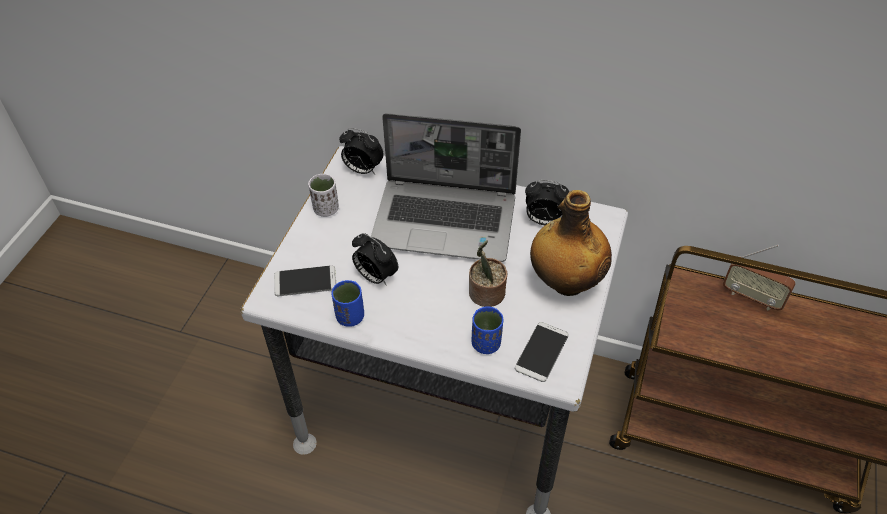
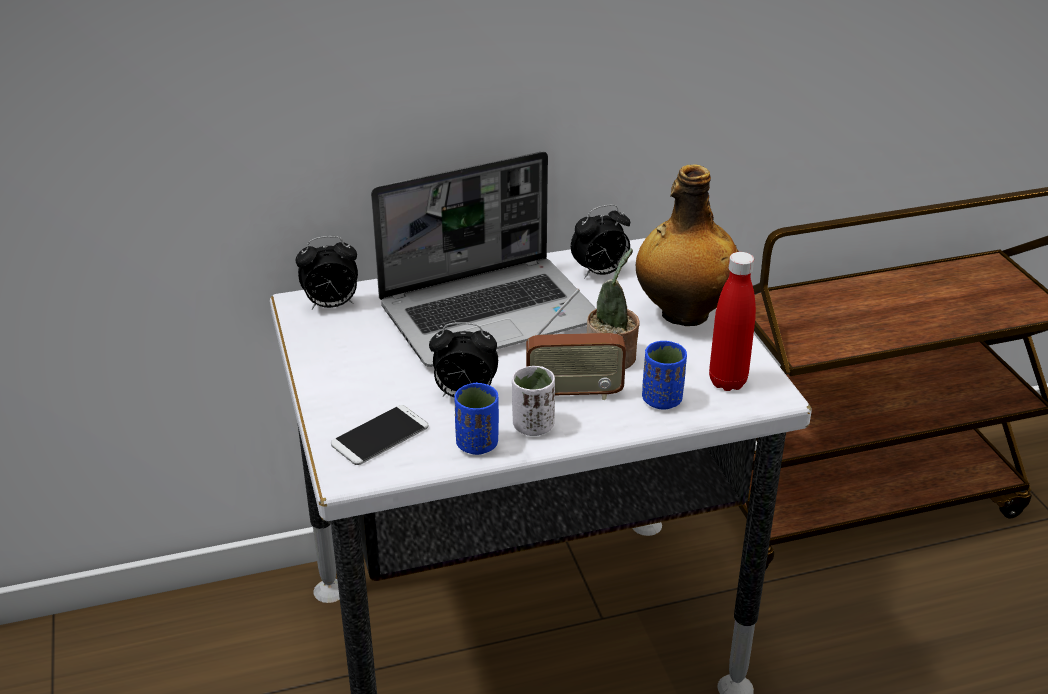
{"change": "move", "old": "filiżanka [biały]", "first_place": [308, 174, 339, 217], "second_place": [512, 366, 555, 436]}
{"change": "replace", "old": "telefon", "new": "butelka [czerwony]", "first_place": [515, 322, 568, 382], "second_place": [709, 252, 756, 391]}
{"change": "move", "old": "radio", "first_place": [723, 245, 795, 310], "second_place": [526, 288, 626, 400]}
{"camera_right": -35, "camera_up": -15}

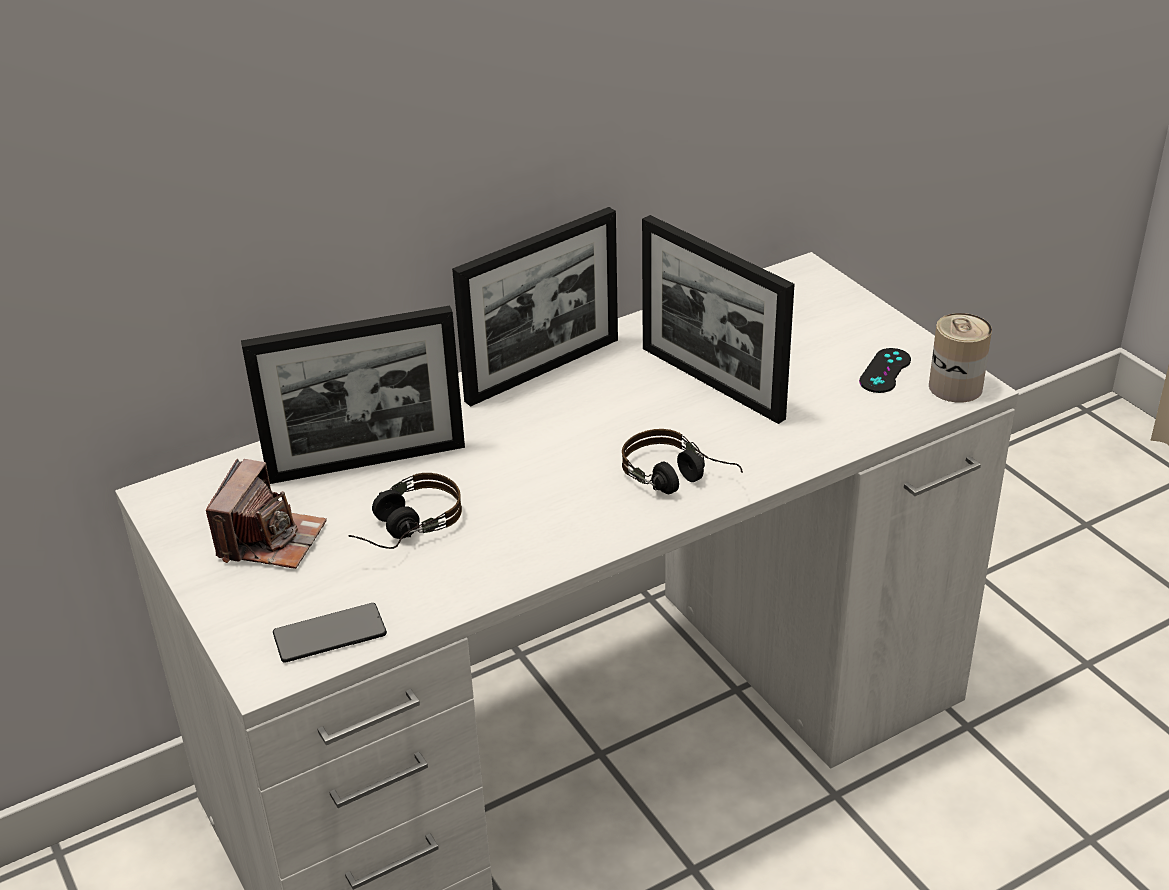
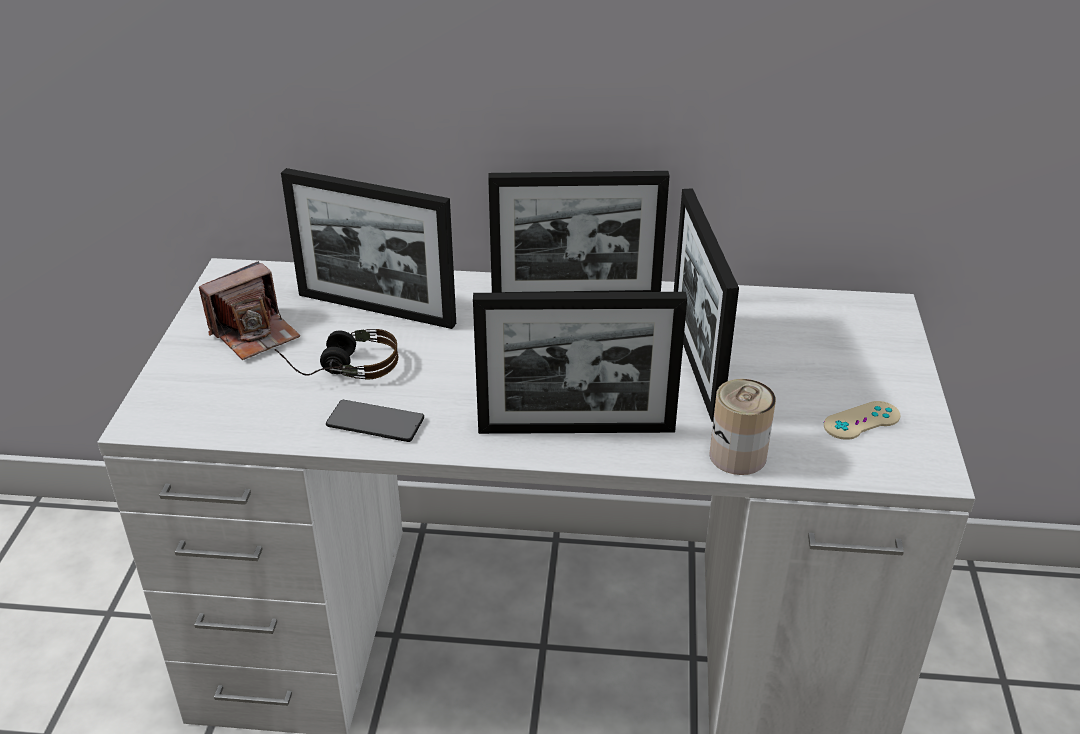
{"change": "move", "old": "telefon", "first_place": [273, 603, 387, 663], "second_place": [326, 400, 424, 442]}
{"change": "replace", "old": "słuchawki", "new": "ramka na zdjęcie", "first_place": [622, 429, 743, 494], "second_place": [473, 292, 687, 434]}
{"change": "recolor", "old": "pad do gier [czarny]", "new": "pad do gier [beżowy]", "first_place": [859, 348, 911, 393], "second_place": [824, 401, 900, 440]}
{"change": "move", "old": "puszka", "first_place": [929, 313, 992, 403], "second_place": [709, 379, 776, 475]}
{"camera_right": 35, "camera_up": 0}

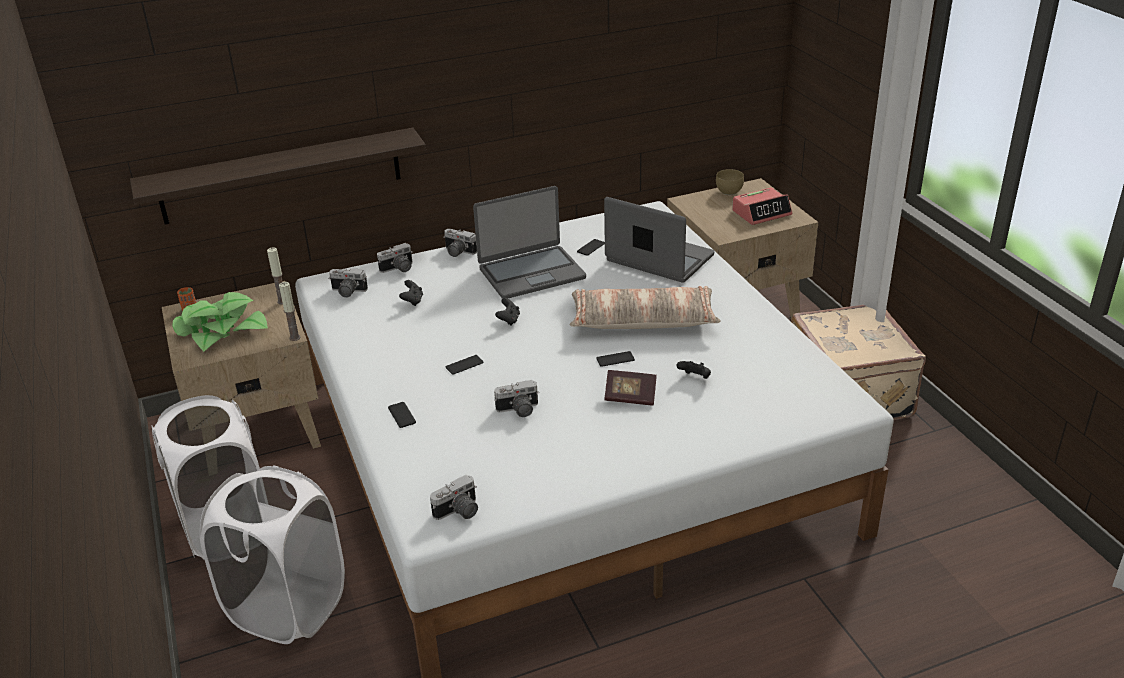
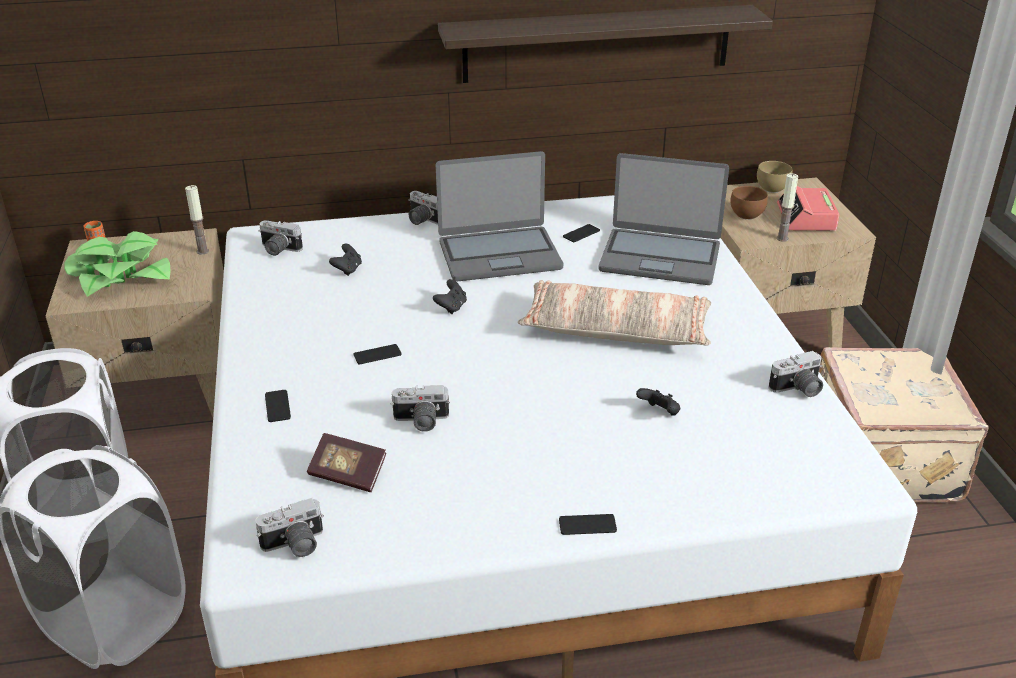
{"change": "move", "old": "półka", "first_place": [130, 128, 426, 225], "second_place": [438, 5, 773, 83]}
{"change": "move", "old": "świeca", "first_place": [279, 282, 300, 341], "second_place": [776, 173, 798, 242]}
{"change": "move", "old": "aparat fotograficzny", "first_place": [377, 243, 413, 273], "second_place": [769, 351, 823, 397]}
{"change": "move", "old": "telefon", "first_place": [596, 351, 635, 367], "second_place": [559, 514, 617, 535]}
{"change": "rotate", "old": "laptop", "first_place": [604, 197, 714, 283], "second_place": [599, 153, 729, 285], "degrees": 150}
{"change": "move", "old": "książka", "first_place": [604, 370, 657, 406], "second_place": [307, 433, 386, 492]}
{"change": "rotate", "old": "budzik", "first_place": [732, 187, 792, 225], "second_place": [777, 186, 840, 231], "degrees": 105}
{"change": "insert", "new": "miska [brązowy]", "second_place": [730, 186, 768, 220]}
{"camera_right": 10, "camera_up": 0}

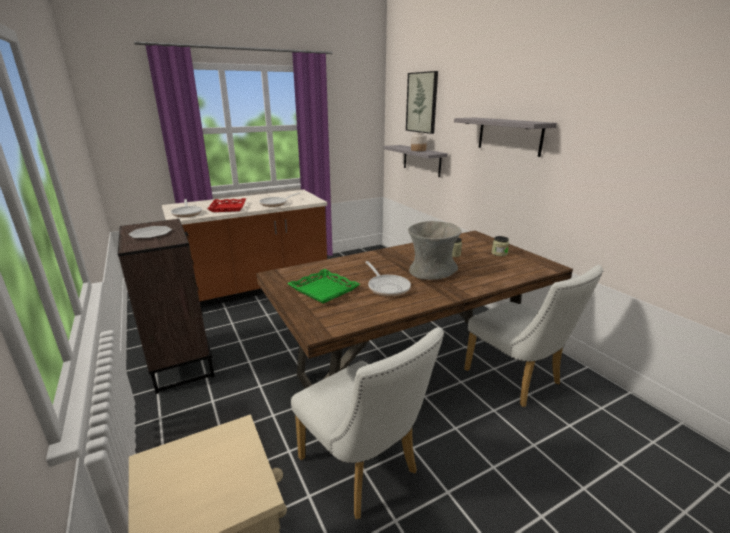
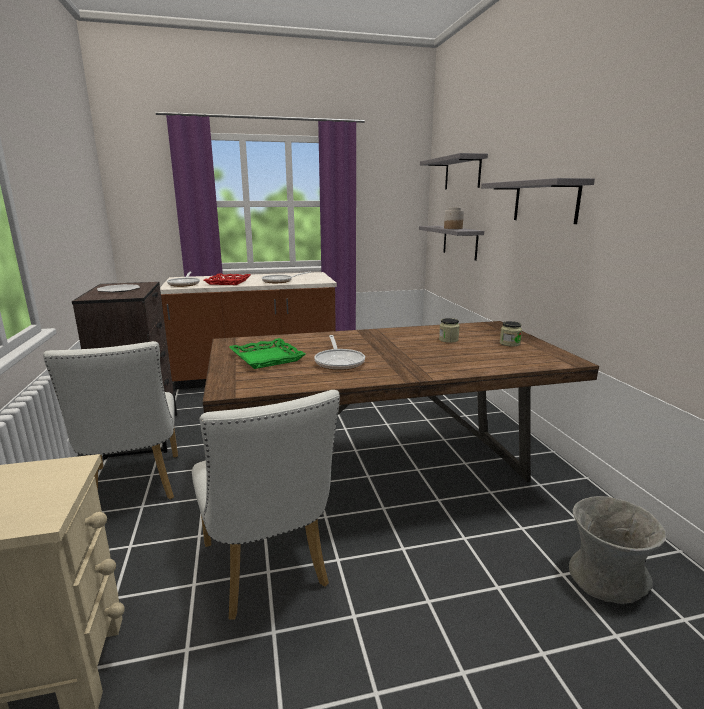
{"change": "replace", "old": "obraz", "new": "półka [szary]", "first_place": [406, 71, 438, 134], "second_place": [420, 153, 488, 190]}
{"change": "move", "old": "wazon [szary]", "first_place": [408, 221, 462, 280], "second_place": [569, 496, 666, 604]}
{"change": "move", "old": "krzesło [biały]", "first_place": [464, 265, 603, 407], "second_place": [43, 341, 178, 499]}
{"camera_right": 15, "camera_up": -5}

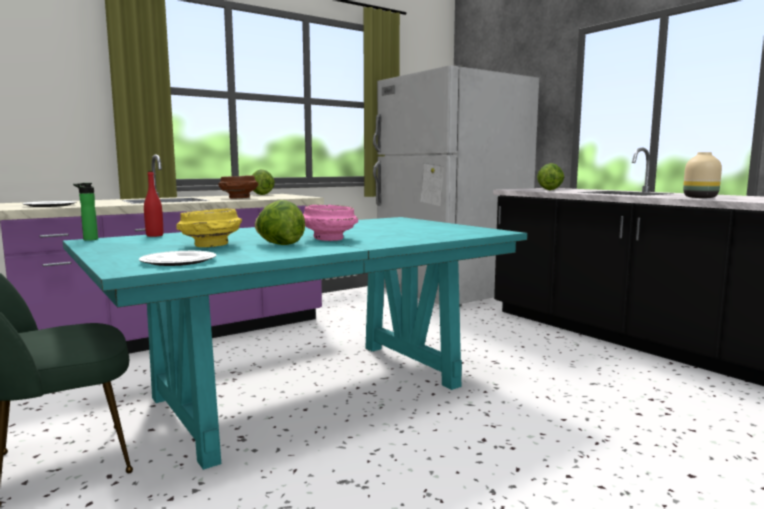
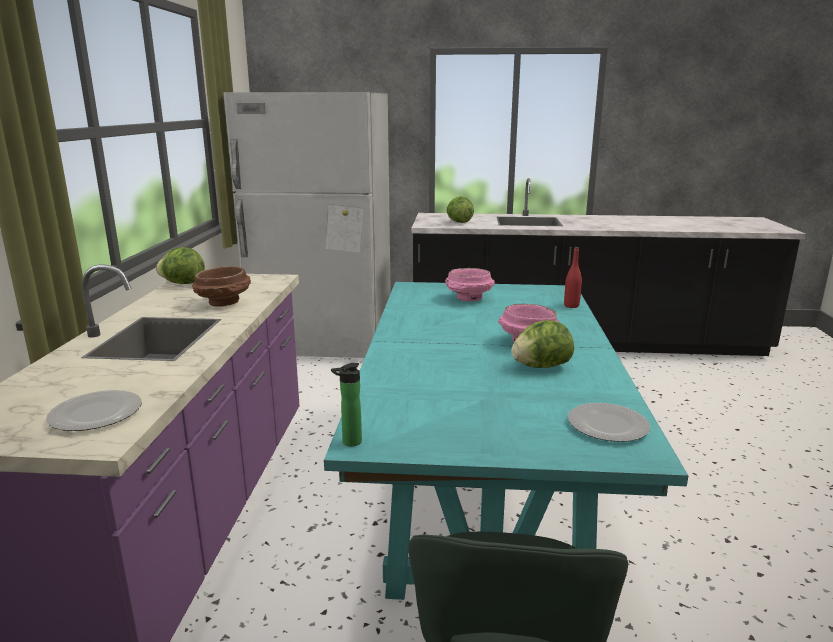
{"change": "move", "old": "butelka [czerwony]", "first_place": [144, 171, 163, 237], "second_place": [564, 247, 582, 308]}
{"change": "delete", "old": "miska [żółty]", "first_place": [176, 208, 242, 247]}
{"change": "delete", "old": "wazon [beżowy]", "first_place": [683, 152, 722, 198]}
{"change": "insert", "new": "miska [różowy]", "second_place": [445, 268, 495, 301]}
{"camera_right": -50, "camera_up": 10}

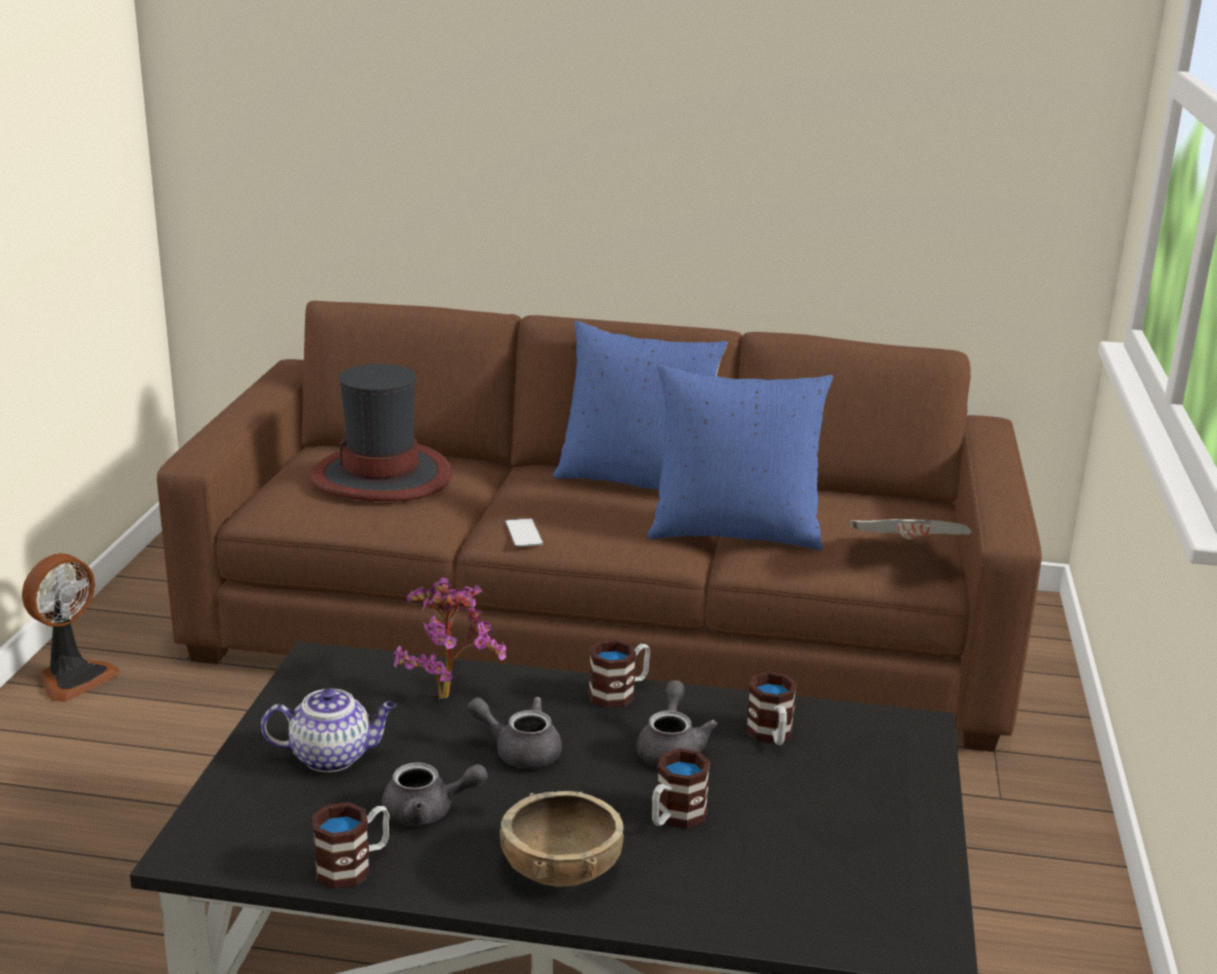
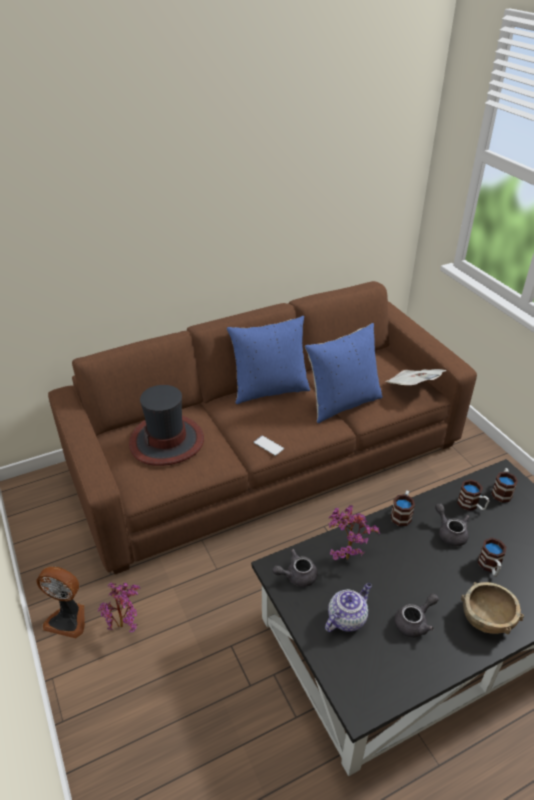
{"change": "rotate", "old": "wentylator", "first_place": [22, 553, 120, 702], "second_place": [36, 566, 85, 638], "degrees": 105}
{"change": "move", "old": "kubek", "first_place": [312, 802, 390, 889], "second_place": [491, 468, 518, 503]}
{"change": "move", "old": "imbryk [szary]", "first_place": [467, 697, 562, 769], "second_place": [272, 549, 318, 587]}
{"change": "insert", "new": "roślina doniczkowa", "second_place": [98, 583, 141, 633]}
{"camera_right": -35, "camera_up": 15}

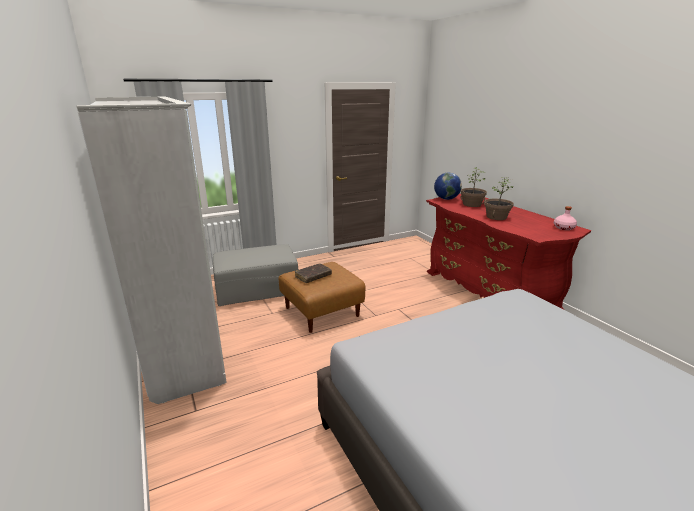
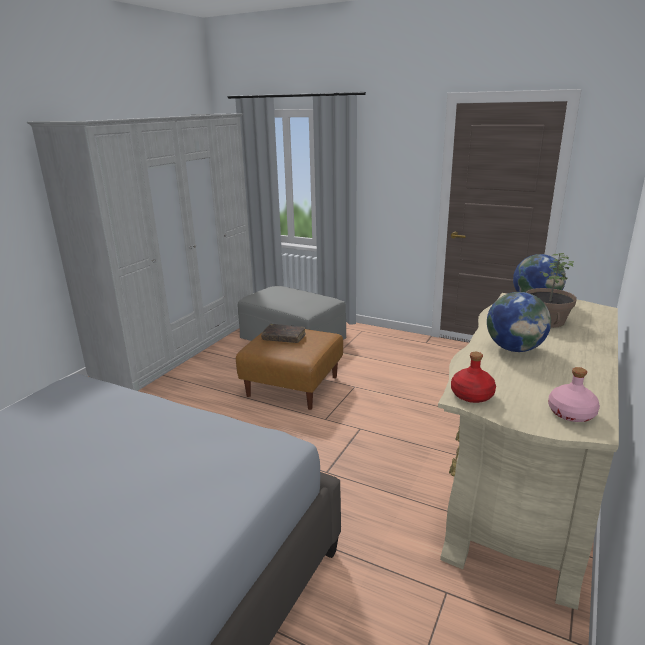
{"change": "recolor", "old": "komoda [czerwony]", "new": "komoda [beżowy]", "first_place": [426, 194, 591, 310], "second_place": [438, 293, 619, 610]}
{"change": "replace", "old": "roślina doniczkowa", "new": "globus", "first_place": [484, 177, 514, 220], "second_place": [487, 292, 551, 352]}
{"change": "insert", "new": "butelka [czerwony]", "second_place": [451, 352, 496, 403]}
{"camera_right": 55, "camera_up": 0}

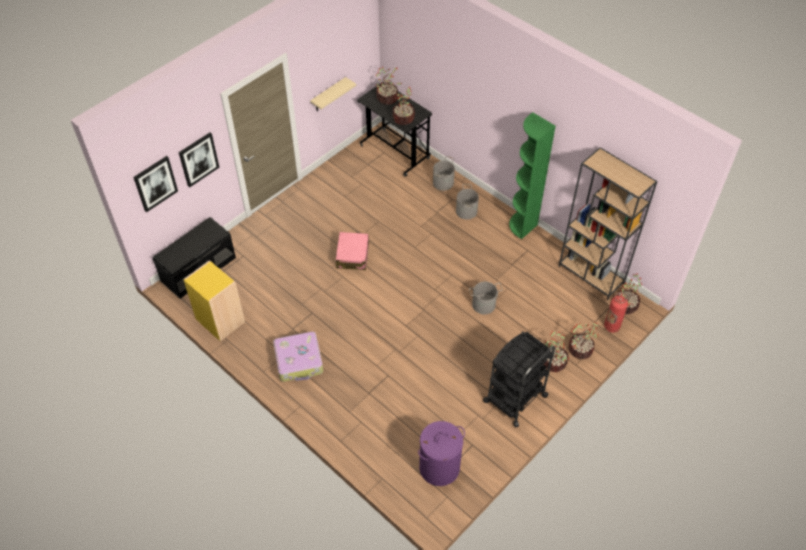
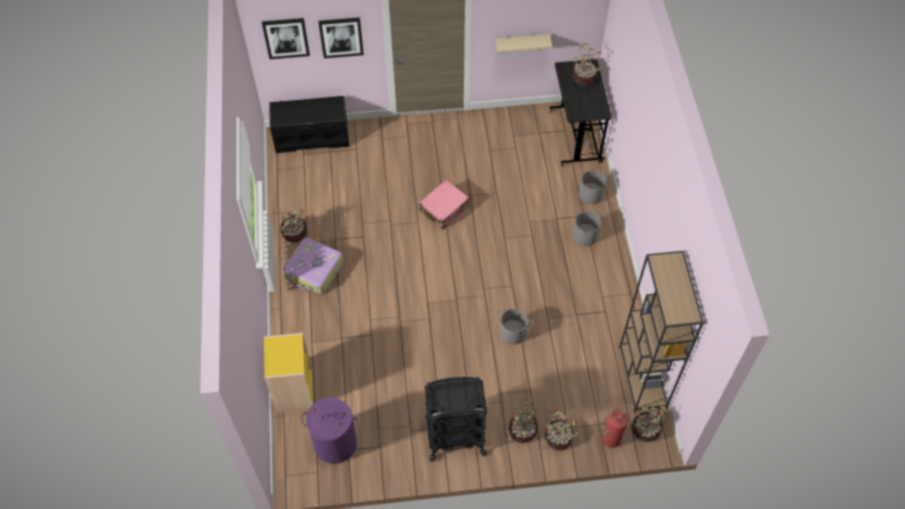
{"change": "move", "old": "regał [żółty]", "first_place": [183, 260, 245, 341], "second_place": [264, 333, 314, 412]}
{"change": "move", "old": "roślina doniczkowa", "first_place": [393, 87, 415, 125], "second_place": [279, 208, 307, 242]}
{"change": "delete", "old": "regał [zielony]", "first_place": [509, 112, 556, 239]}
{"camera_right": 40, "camera_up": 5}

